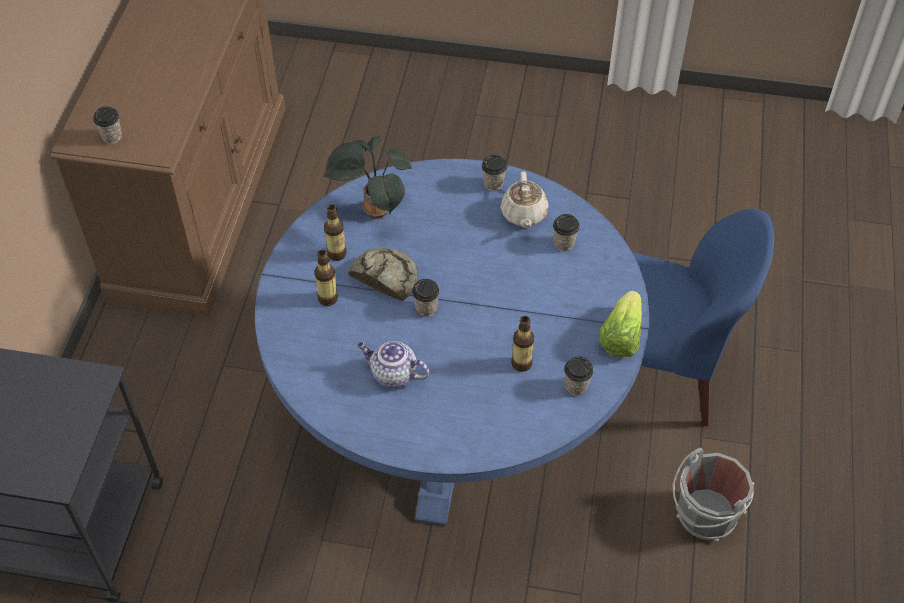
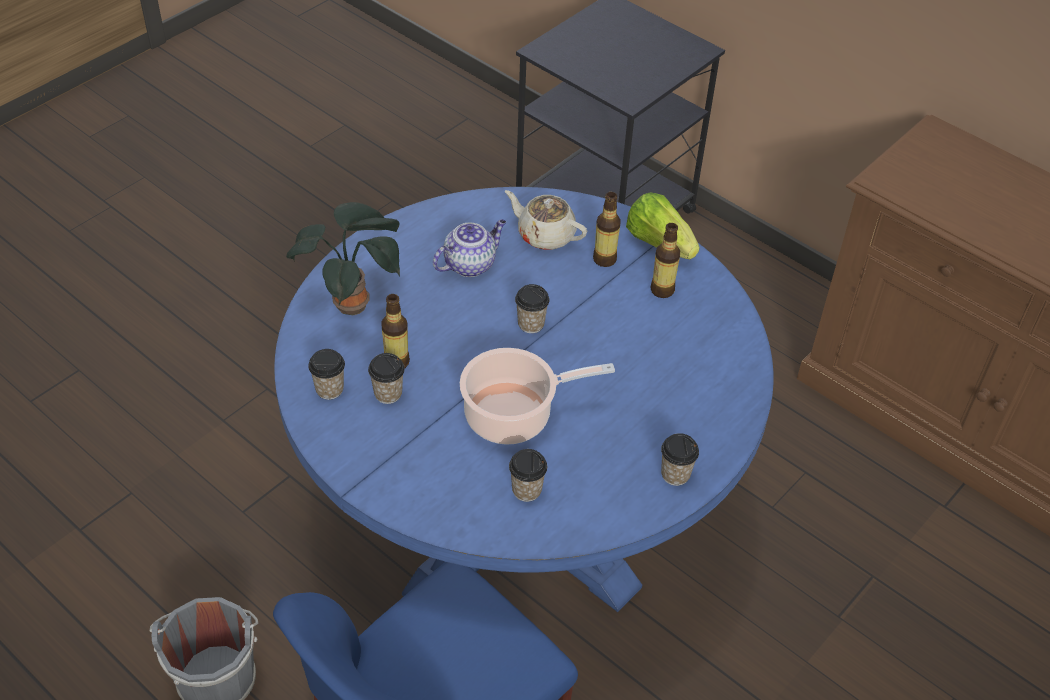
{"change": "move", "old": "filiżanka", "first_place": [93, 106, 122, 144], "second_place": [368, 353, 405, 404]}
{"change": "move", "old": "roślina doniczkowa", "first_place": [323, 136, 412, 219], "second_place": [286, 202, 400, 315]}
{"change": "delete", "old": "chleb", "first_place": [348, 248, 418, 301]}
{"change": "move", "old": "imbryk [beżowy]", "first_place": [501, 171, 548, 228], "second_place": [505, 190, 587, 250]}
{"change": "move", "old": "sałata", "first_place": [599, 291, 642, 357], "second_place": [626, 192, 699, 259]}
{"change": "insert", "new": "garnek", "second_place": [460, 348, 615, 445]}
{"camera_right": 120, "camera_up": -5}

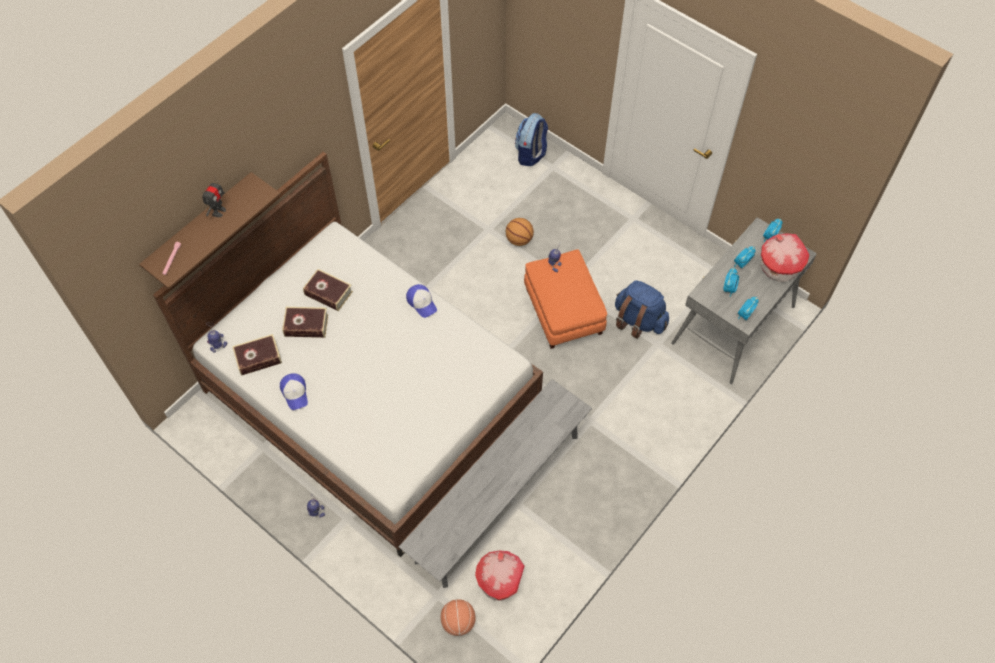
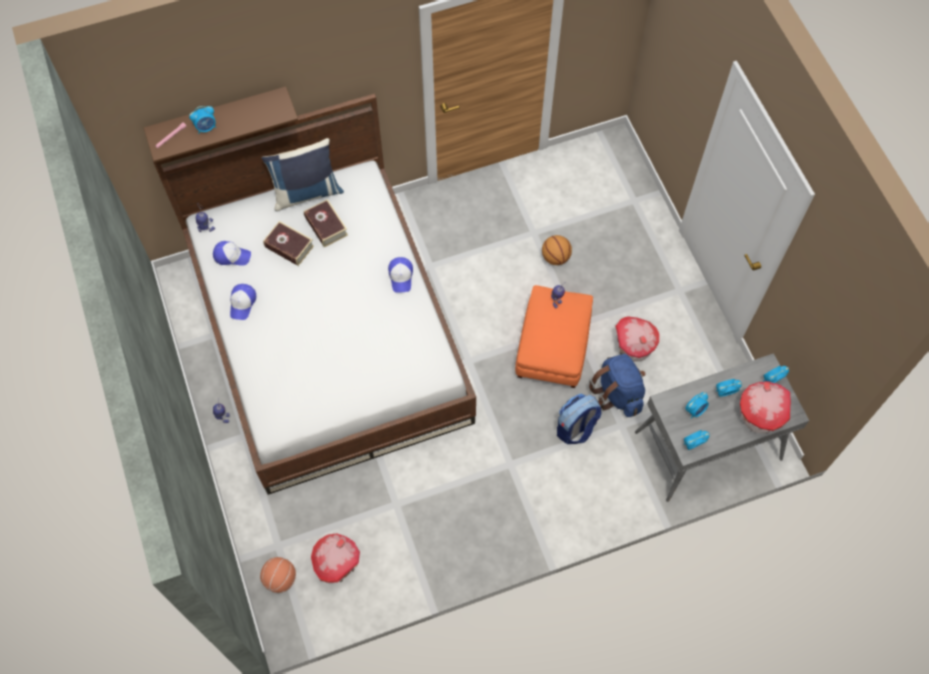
{"change": "delete", "old": "robot zabawkowy", "first_place": [202, 177, 226, 217]}
{"change": "replace", "old": "książka", "new": "czapka z daszkiem", "first_place": [232, 334, 282, 376], "second_place": [213, 241, 251, 266]}
{"change": "delete", "old": "ławka [szary]", "first_place": [399, 379, 592, 588]}
{"change": "move", "old": "plecak", "first_place": [515, 113, 548, 166], "second_place": [557, 393, 601, 444]}
{"change": "insert", "new": "budzik", "second_place": [189, 106, 216, 134]}
{"change": "insert", "new": "poduszka [niebieski]", "second_place": [261, 138, 344, 211]}
{"change": "insert", "new": "domek", "second_place": [615, 316, 659, 362]}
{"camera_right": 30, "camera_up": 5}

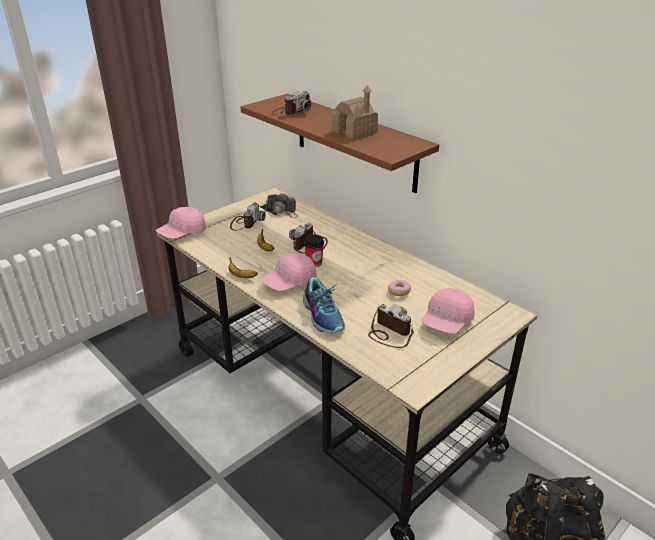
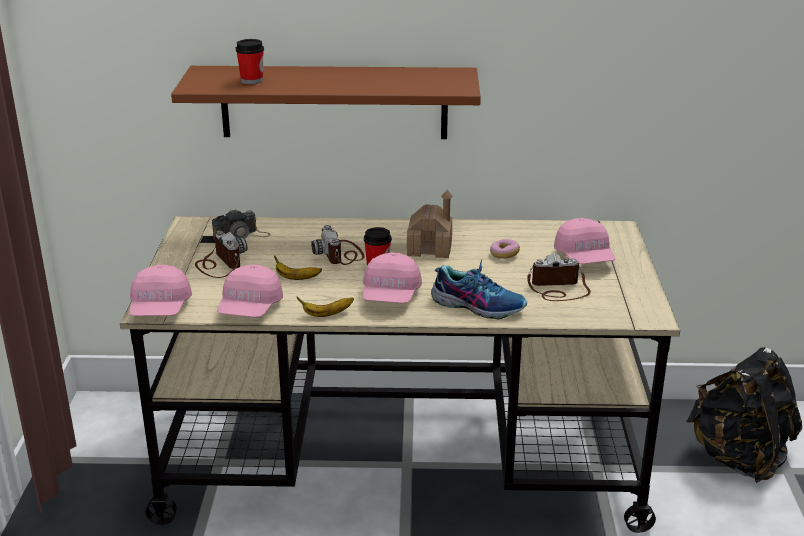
{"change": "replace", "old": "aparat fotograficzny", "new": "filiżanka", "first_place": [272, 91, 311, 115], "second_place": [236, 39, 264, 84]}
{"change": "move", "old": "domek", "first_place": [332, 85, 378, 140], "second_place": [407, 190, 453, 258]}
{"change": "insert", "new": "czapka z daszkiem [różowy]", "second_place": [217, 264, 283, 317]}
{"camera_right": -45, "camera_up": -5}

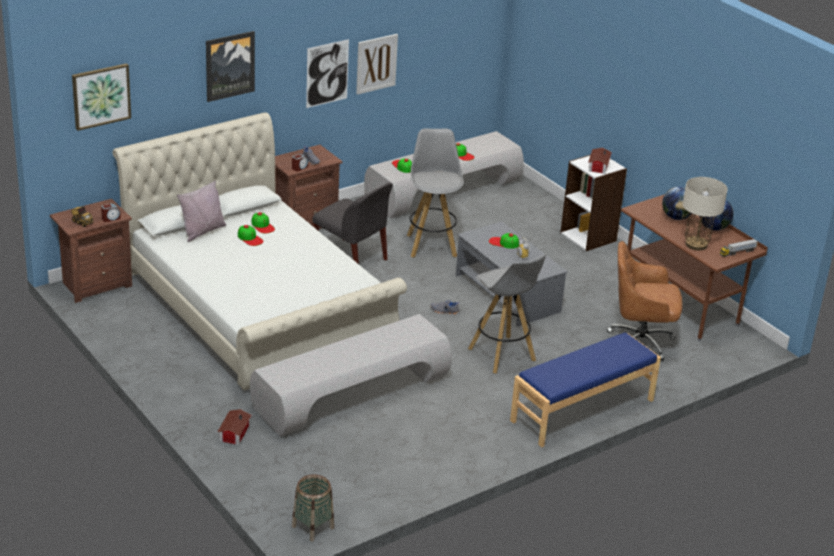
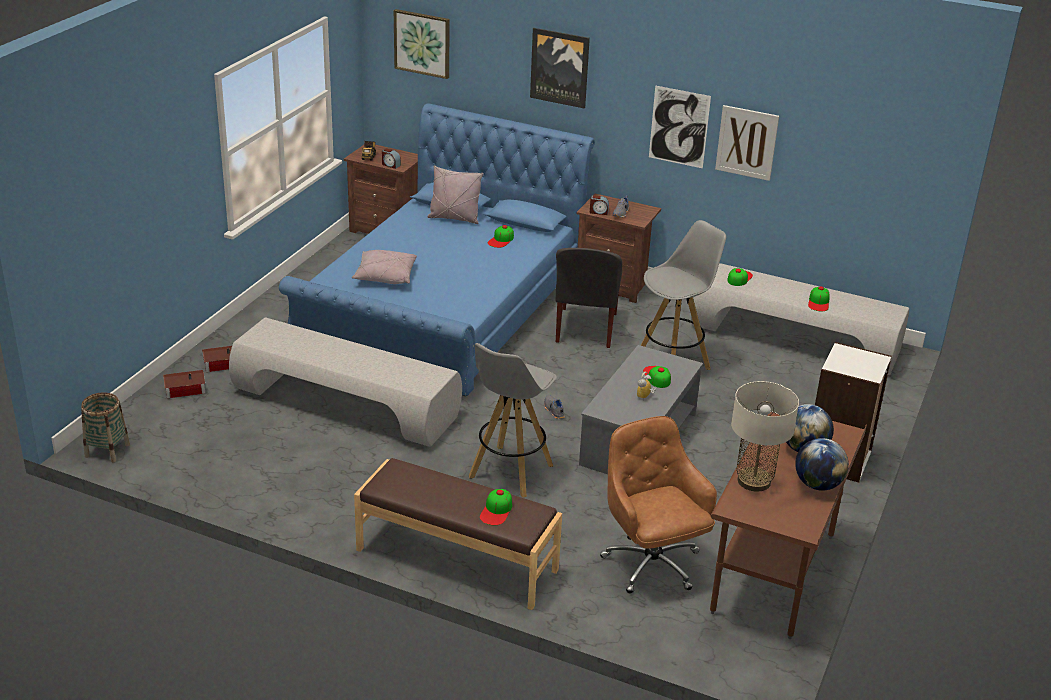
{"change": "recolor", "old": "łóżko [beżowy]", "new": "łóżko [niebieski]", "first_place": [113, 112, 407, 390], "second_place": [279, 103, 595, 396]}
{"change": "move", "old": "czapka z daszkiem", "first_place": [238, 225, 263, 246], "second_place": [480, 489, 512, 525]}
{"change": "recolor", "old": "ławka [niebieski]", "new": "ławka [brązowy]", "first_place": [510, 332, 661, 447], "second_place": [354, 458, 562, 610]}
{"change": "move", "old": "domek", "first_place": [588, 147, 612, 174], "second_place": [163, 370, 205, 398]}
{"change": "delete", "old": "ciężarówka zabawkowa", "first_place": [720, 239, 758, 257]}
{"change": "insert", "new": "poduszka [fioletowy]", "second_place": [352, 250, 417, 284]}
{"camera_right": 60, "camera_up": 0}

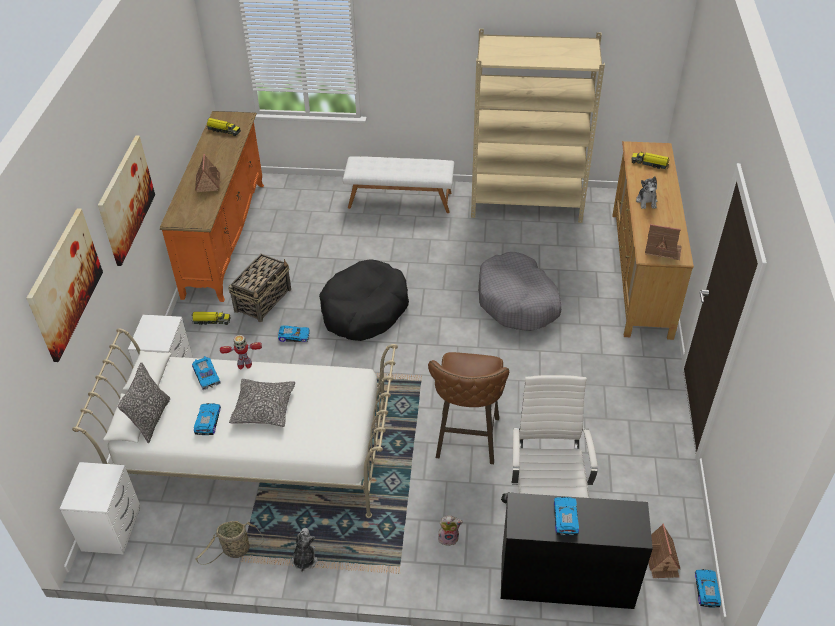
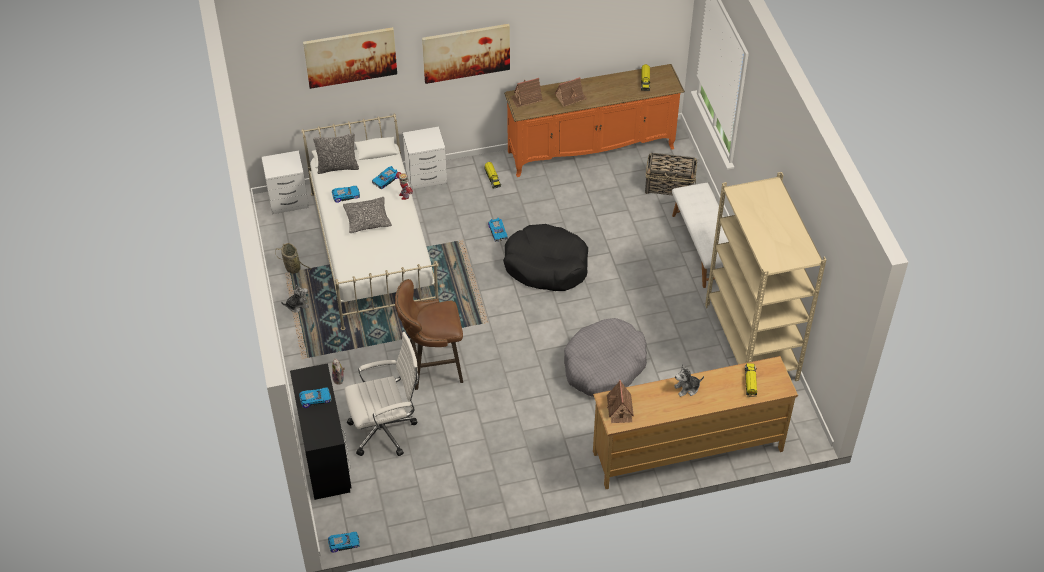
{"change": "move", "old": "koszyk", "first_place": [228, 254, 291, 322], "second_place": [645, 153, 697, 196]}
{"change": "move", "old": "domek", "first_place": [648, 523, 681, 578], "second_place": [510, 78, 542, 107]}
{"camera_right": 70, "camera_up": 5}

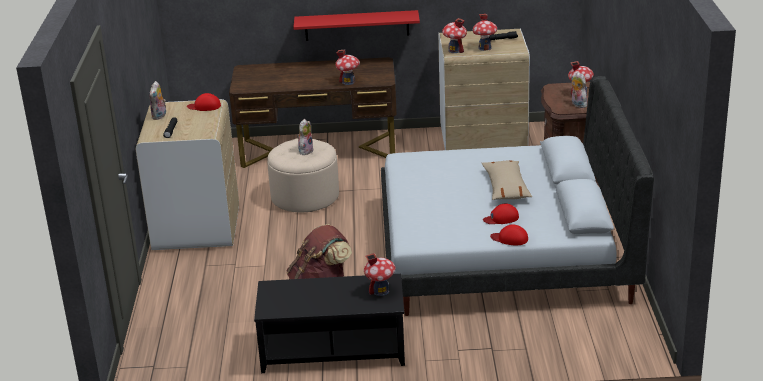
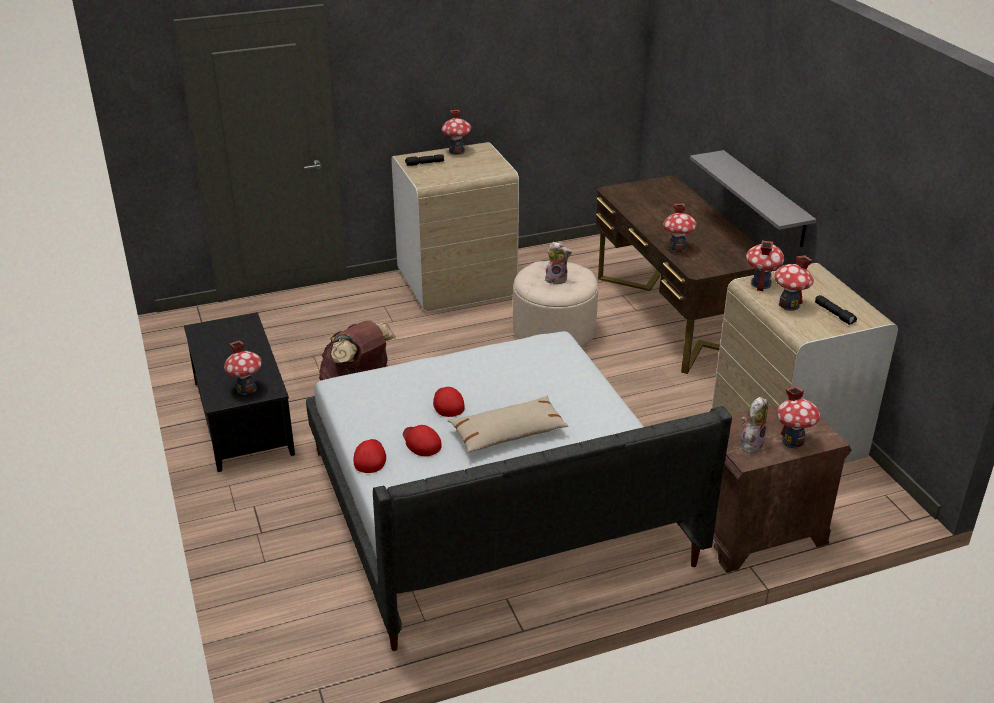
{"change": "replace", "old": "pluszak", "new": "domek", "first_place": [149, 81, 166, 120], "second_place": [442, 110, 471, 155]}
{"change": "move", "old": "czapka z daszkiem [czerwony]", "first_place": [187, 93, 221, 111], "second_place": [433, 387, 465, 417]}
{"change": "recolor", "old": "półka [czerwony]", "new": "półka [szary]", "first_place": [293, 10, 420, 41], "second_place": [690, 150, 816, 247]}
{"camera_right": 70, "camera_up": 5}

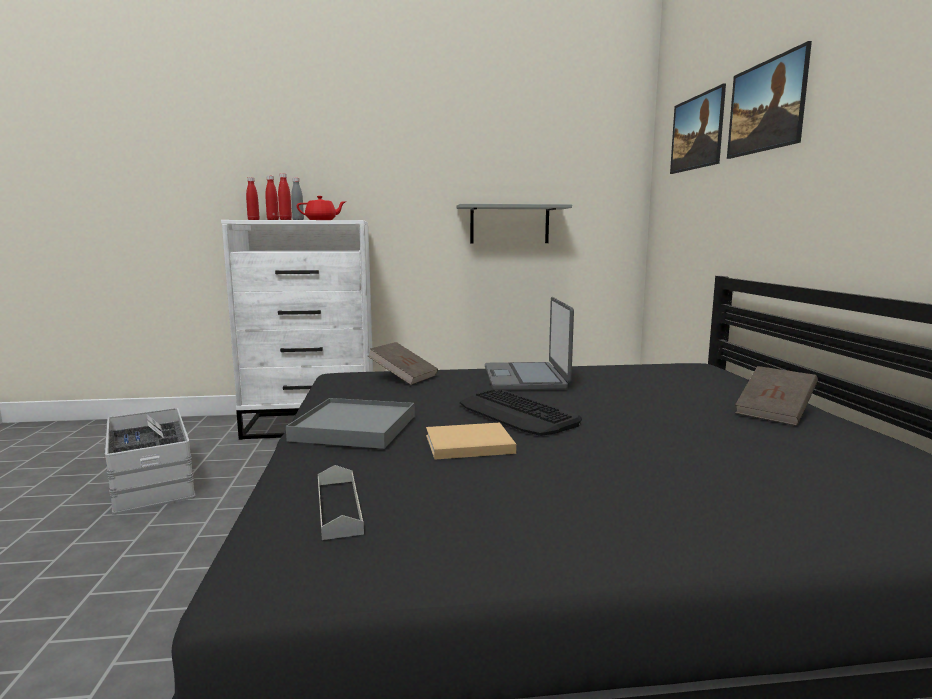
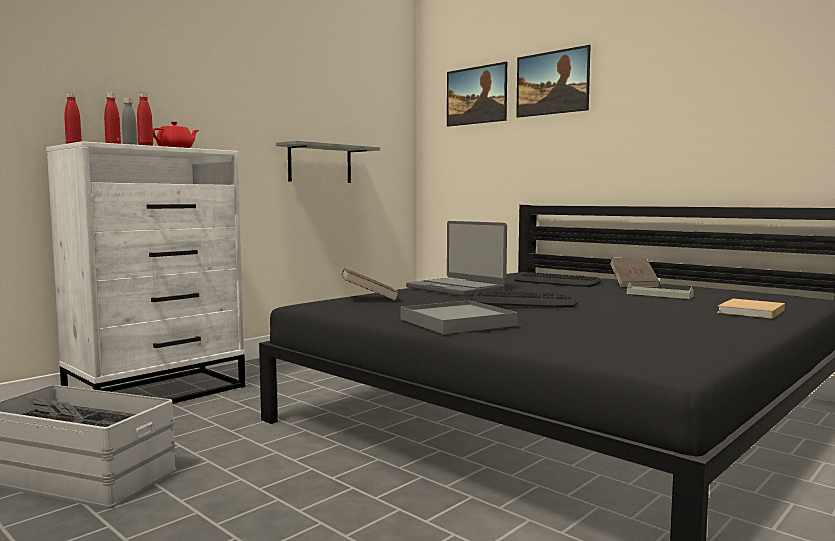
{"change": "move", "old": "taca [szary]", "first_place": [318, 465, 364, 540], "second_place": [627, 283, 694, 299]}
{"change": "move", "old": "książka [beżowy]", "first_place": [426, 422, 516, 459], "second_place": [717, 299, 785, 319]}
{"change": "insert", "new": "klawiatura", "second_place": [514, 272, 602, 287]}
{"camera_right": -40, "camera_up": -5}

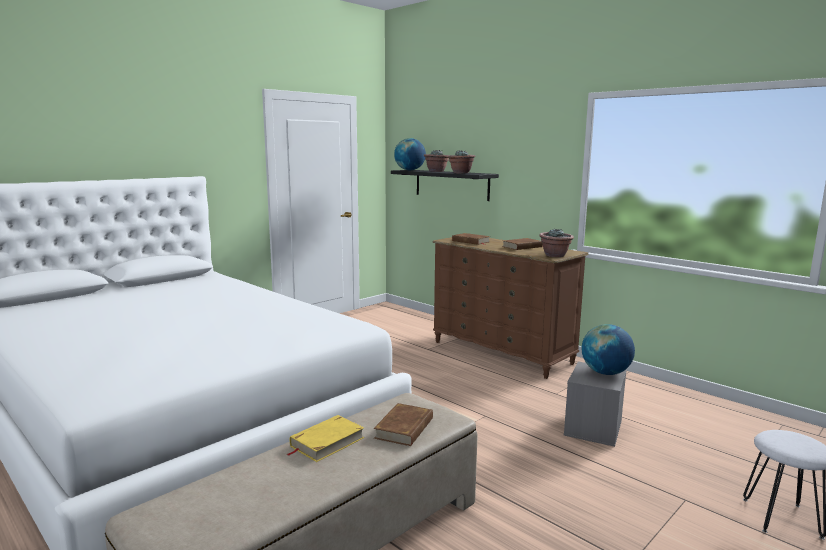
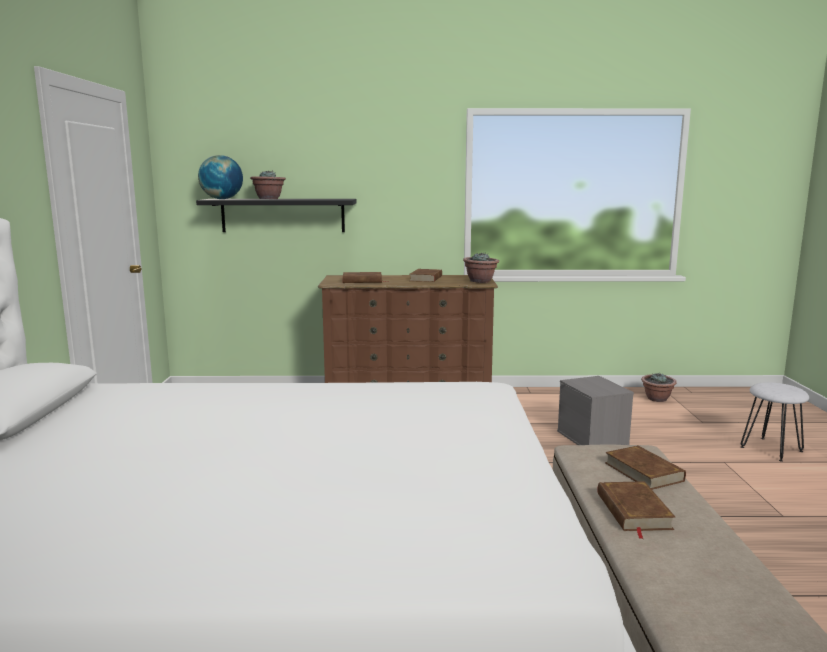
{"change": "recolor", "old": "książka [żółty]", "new": "książka [brązowy]", "first_place": [286, 415, 364, 462], "second_place": [597, 481, 676, 539]}
{"change": "move", "old": "roślina doniczkowa", "first_place": [447, 150, 475, 173], "second_place": [641, 373, 677, 402]}
{"change": "delete", "old": "globus", "first_place": [582, 324, 635, 375]}
{"camera_right": -45, "camera_up": 0}

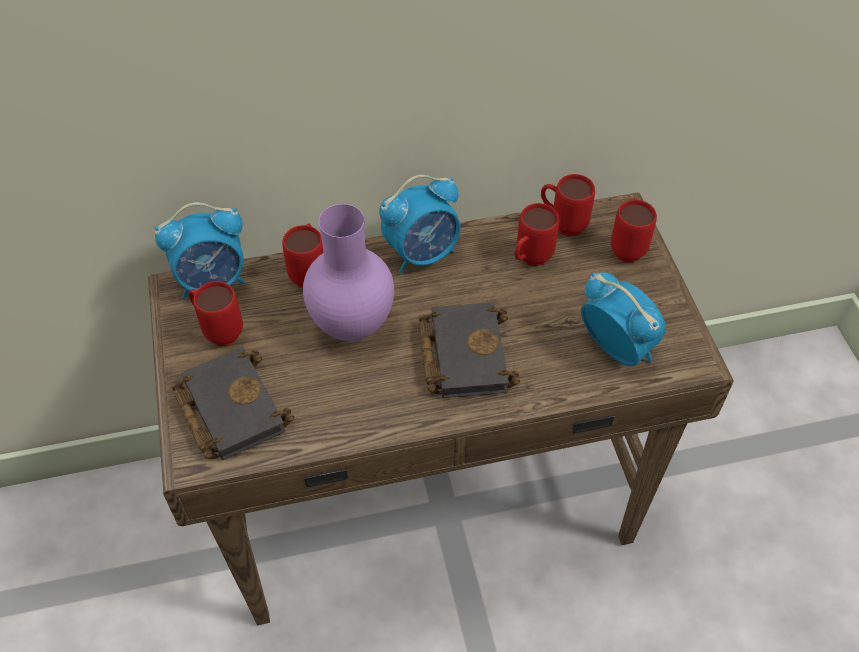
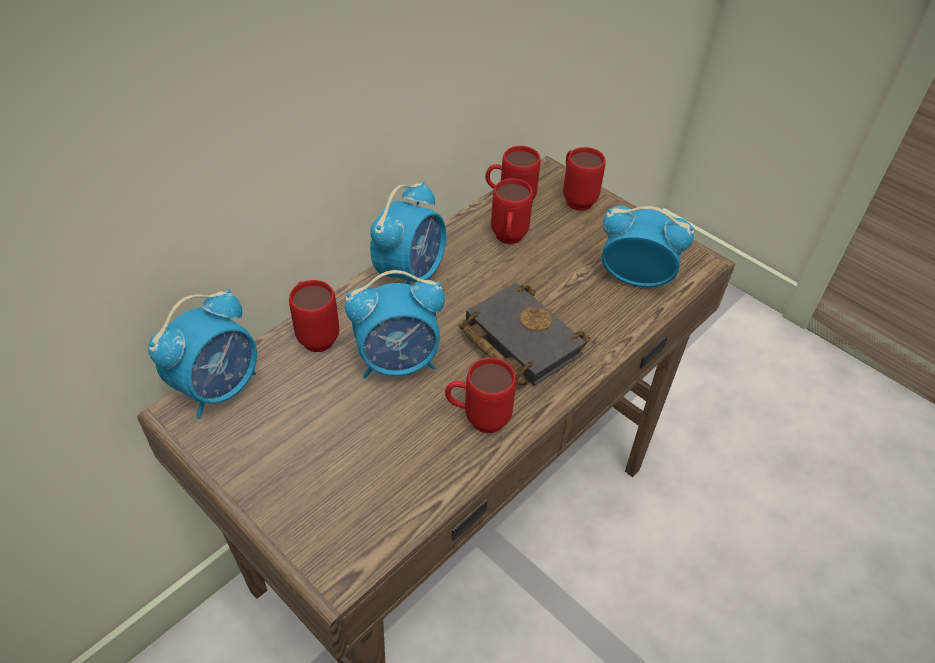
{"change": "delete", "old": "książka [czarny]", "first_place": [172, 347, 294, 460]}
{"change": "move", "old": "kubek [czerwony]", "first_place": [188, 281, 243, 346], "second_place": [445, 358, 516, 433]}
{"change": "replace", "old": "wazon [fioletowy]", "new": "budzik", "first_place": [303, 204, 394, 341], "second_place": [345, 270, 445, 378]}
{"camera_right": -35, "camera_up": -5}

